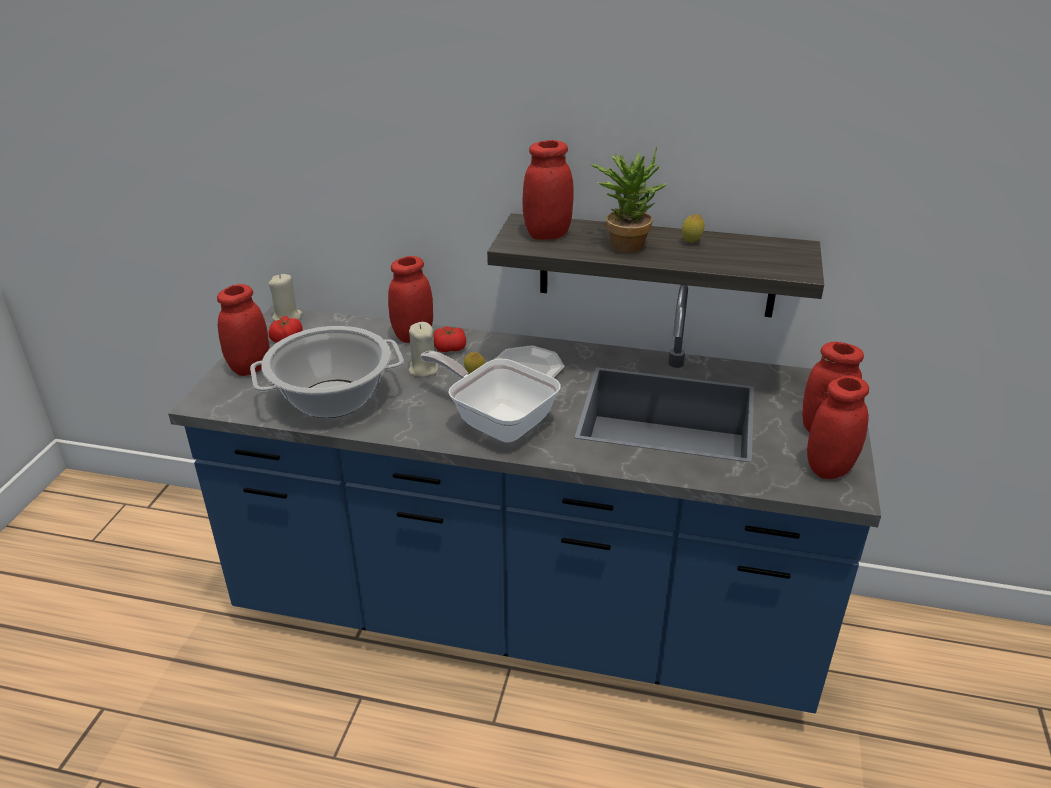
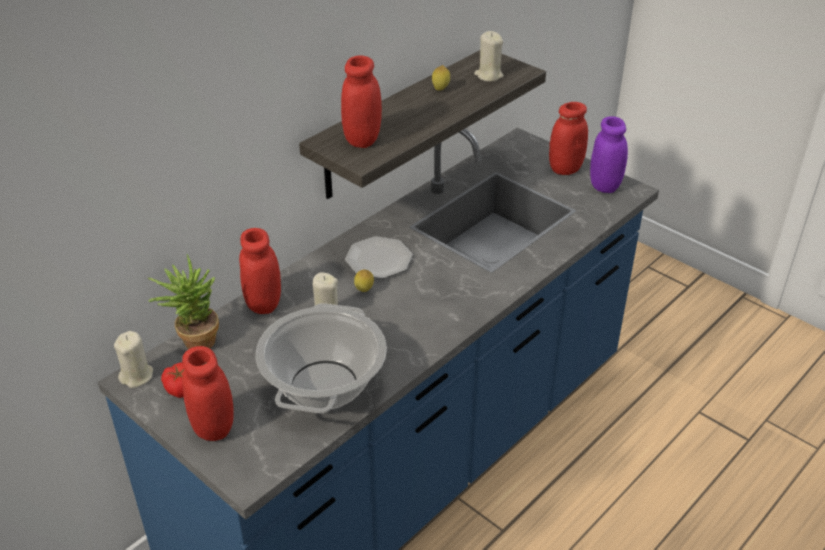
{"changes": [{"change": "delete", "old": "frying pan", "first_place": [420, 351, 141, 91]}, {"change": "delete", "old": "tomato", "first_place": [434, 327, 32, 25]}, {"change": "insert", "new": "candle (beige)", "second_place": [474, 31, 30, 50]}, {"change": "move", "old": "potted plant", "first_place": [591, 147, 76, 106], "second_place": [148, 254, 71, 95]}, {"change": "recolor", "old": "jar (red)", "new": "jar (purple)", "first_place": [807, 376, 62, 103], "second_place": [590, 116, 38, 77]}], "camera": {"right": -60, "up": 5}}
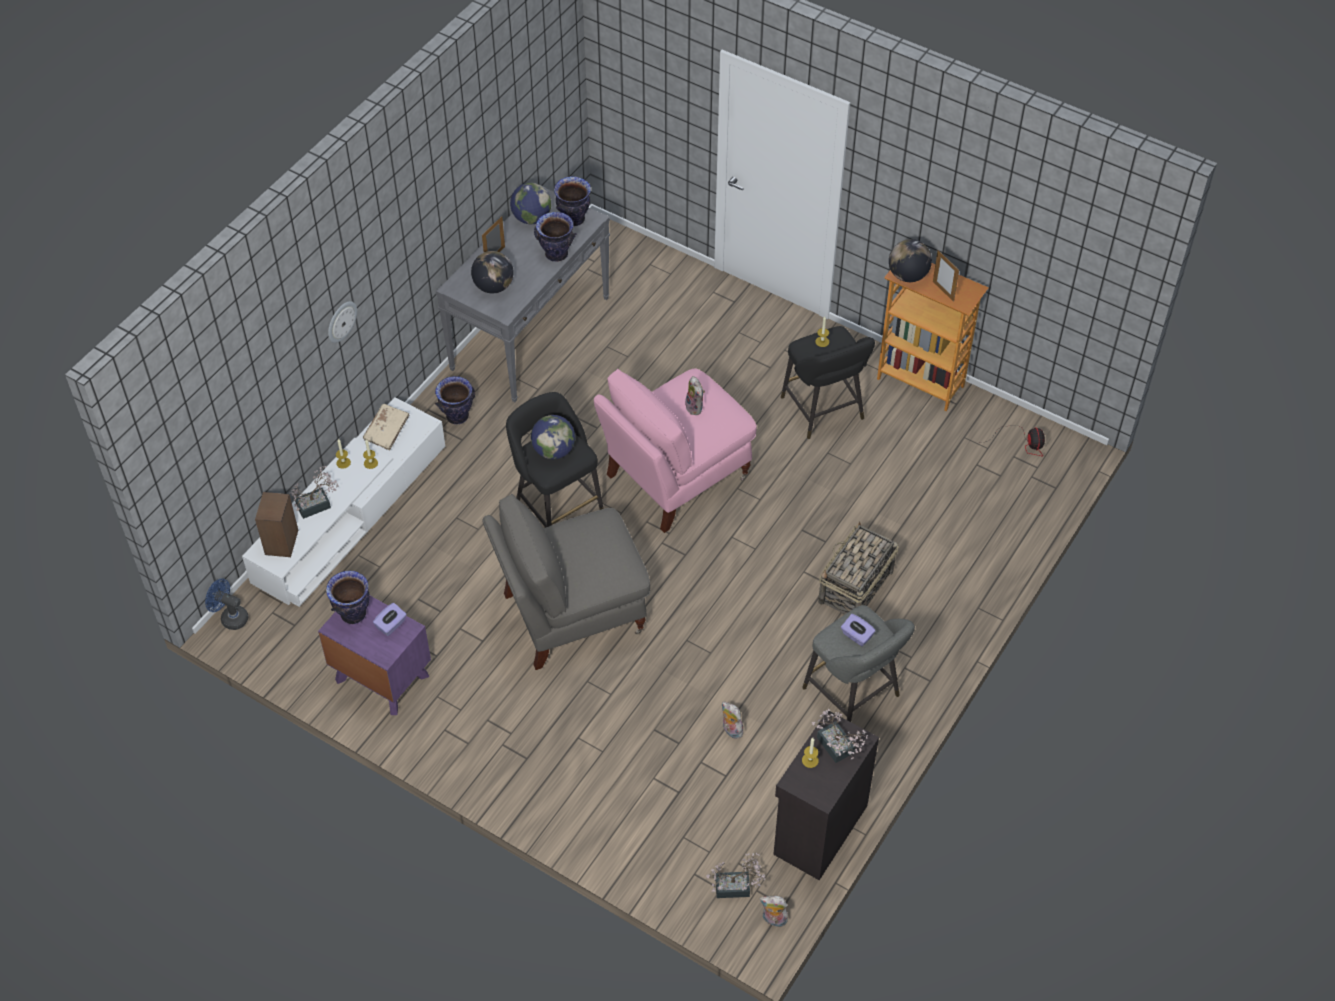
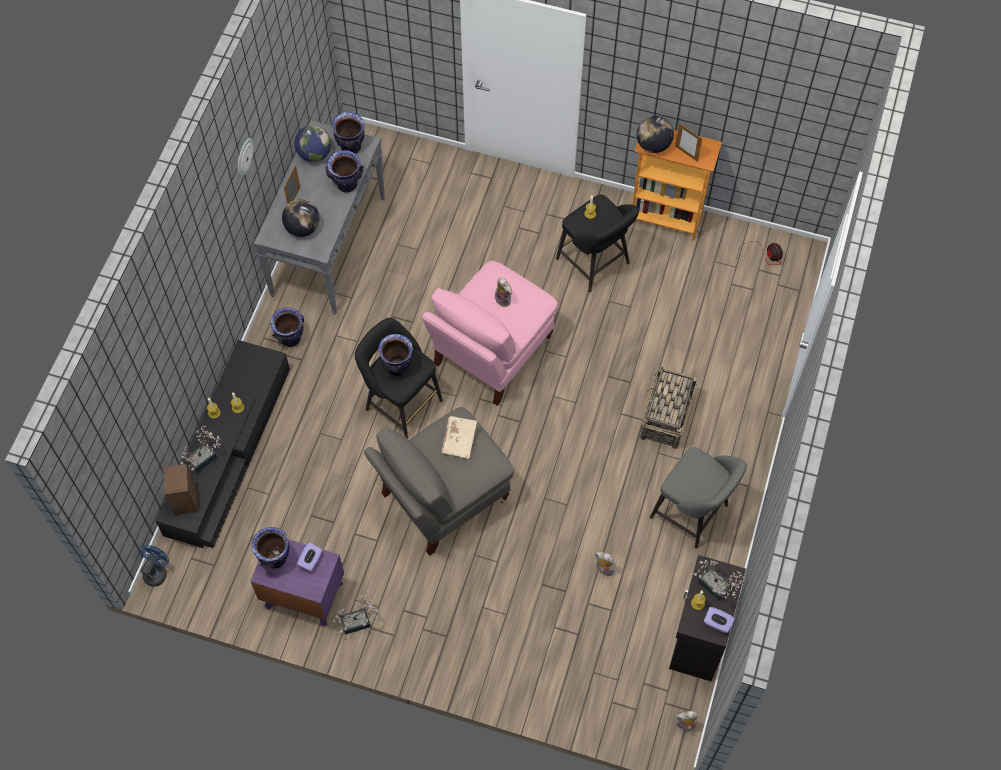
{"changes": [{"change": "move", "old": "wall clock", "first_place": [328, 301, 29, 42], "second_place": [237, 138, 17, 39]}, {"change": "move", "old": "book (beige)", "first_place": [363, 404, 46, 46], "second_place": [441, 416, 37, 43]}, {"change": "move", "old": "potted plant", "first_place": [706, 853, 59, 45], "second_place": [333, 594, 47, 41]}, {"change": "move", "old": "tissue box (purple)", "first_place": [841, 614, 35, 32], "second_place": [704, 607, 31, 26]}, {"change": "replace", "old": "globe", "new": "vase", "first_place": [531, 415, 44, 44], "second_place": [378, 334, 35, 42]}, {"change": "recolor", "old": "tv stand (white)", "new": "tv stand (black)", "first_place": [242, 397, 203, 210], "second_place": [155, 340, 135, 208]}, {"change": "rotate", "old": "fan (blue)", "first_place": [205, 578, 44, 52], "second_place": [141, 545, 28, 42], "degrees": 105}], "camera": {"right": -15, "up": 10}}
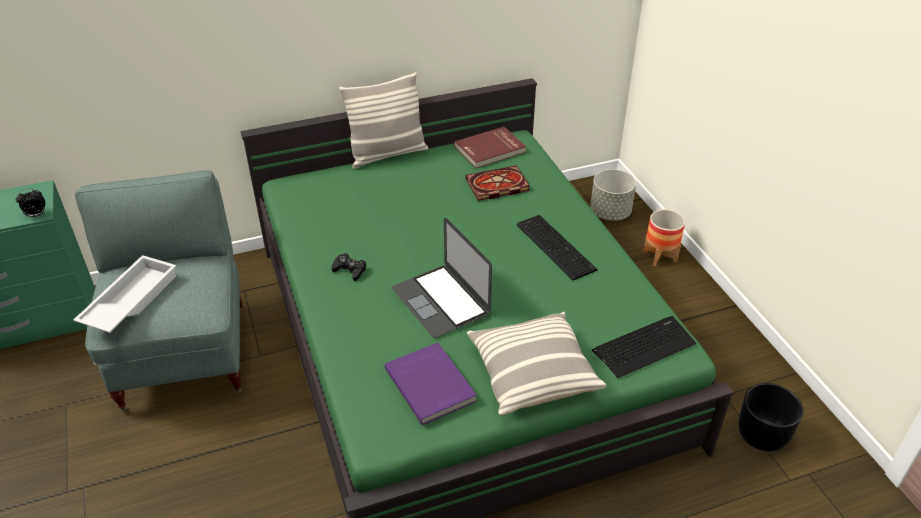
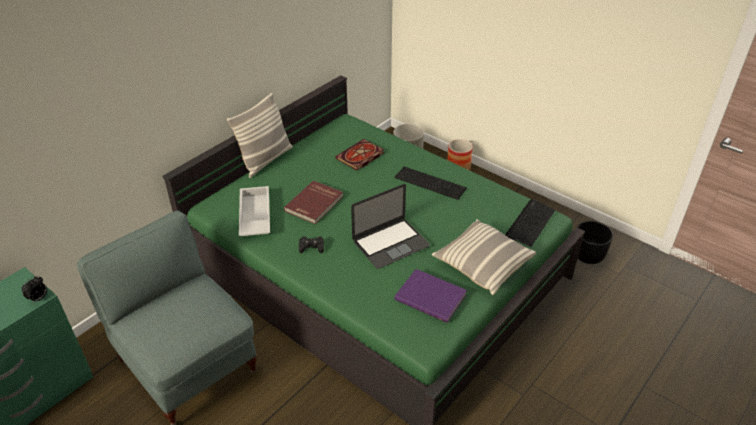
{"changes": [{"change": "move", "old": "tray (white)", "first_place": [73, 255, 103, 78], "second_place": [239, 186, 31, 50]}, {"change": "move", "old": "book (red)", "first_place": [454, 127, 72, 41], "second_place": [284, 180, 59, 44]}, {"change": "rotate", "old": "laptop", "first_place": [392, 218, 100, 120], "second_place": [351, 184, 79, 85], "degrees": -60}], "camera": {"right": -30, "up": 0}}
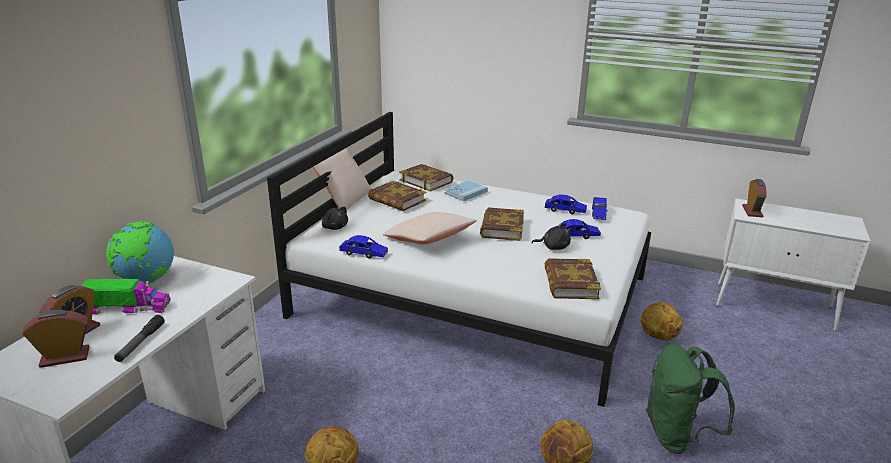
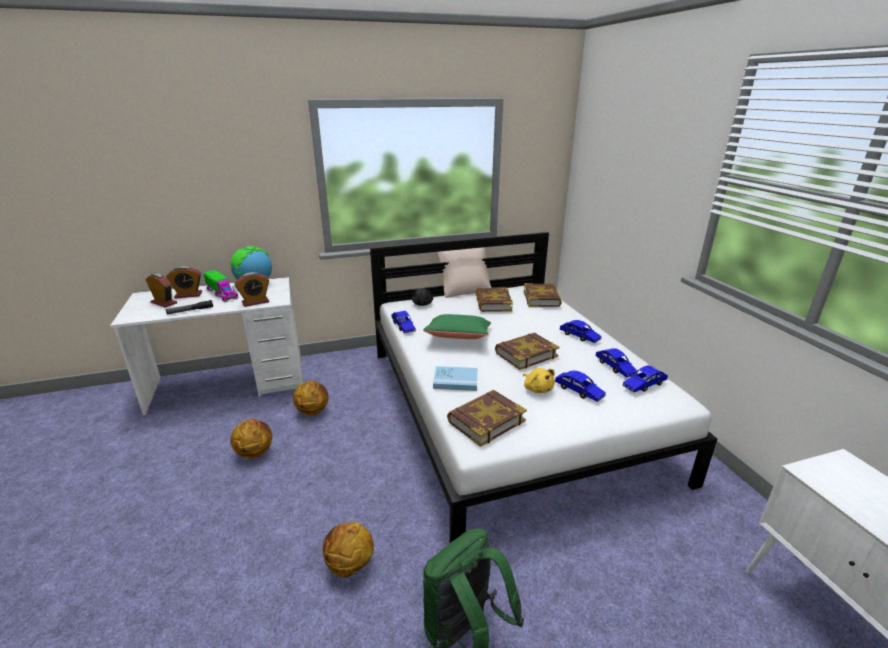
{"changes": [{"change": "insert", "new": "toy car (blue)", "second_place": [560, 320, 41, 23]}, {"change": "move", "old": "book (blue)", "first_place": [444, 180, 44, 21], "second_place": [433, 366, 45, 25]}, {"change": "move", "old": "basketball", "first_place": [641, 302, 41, 39], "second_place": [293, 381, 36, 34]}, {"change": "move", "old": "alarm clock", "first_place": [742, 179, 25, 38], "second_place": [234, 272, 35, 35]}, {"change": "recolor", "old": "pillow (beige)", "new": "pillow (green)", "first_place": [383, 212, 94, 33], "second_place": [423, 314, 68, 25]}, {"change": "recolor", "old": "plush toy (black)", "new": "plush toy (yellow)", "first_place": [531, 223, 40, 27], "second_place": [523, 368, 32, 25]}], "camera": {"right": 50, "up": 0}}
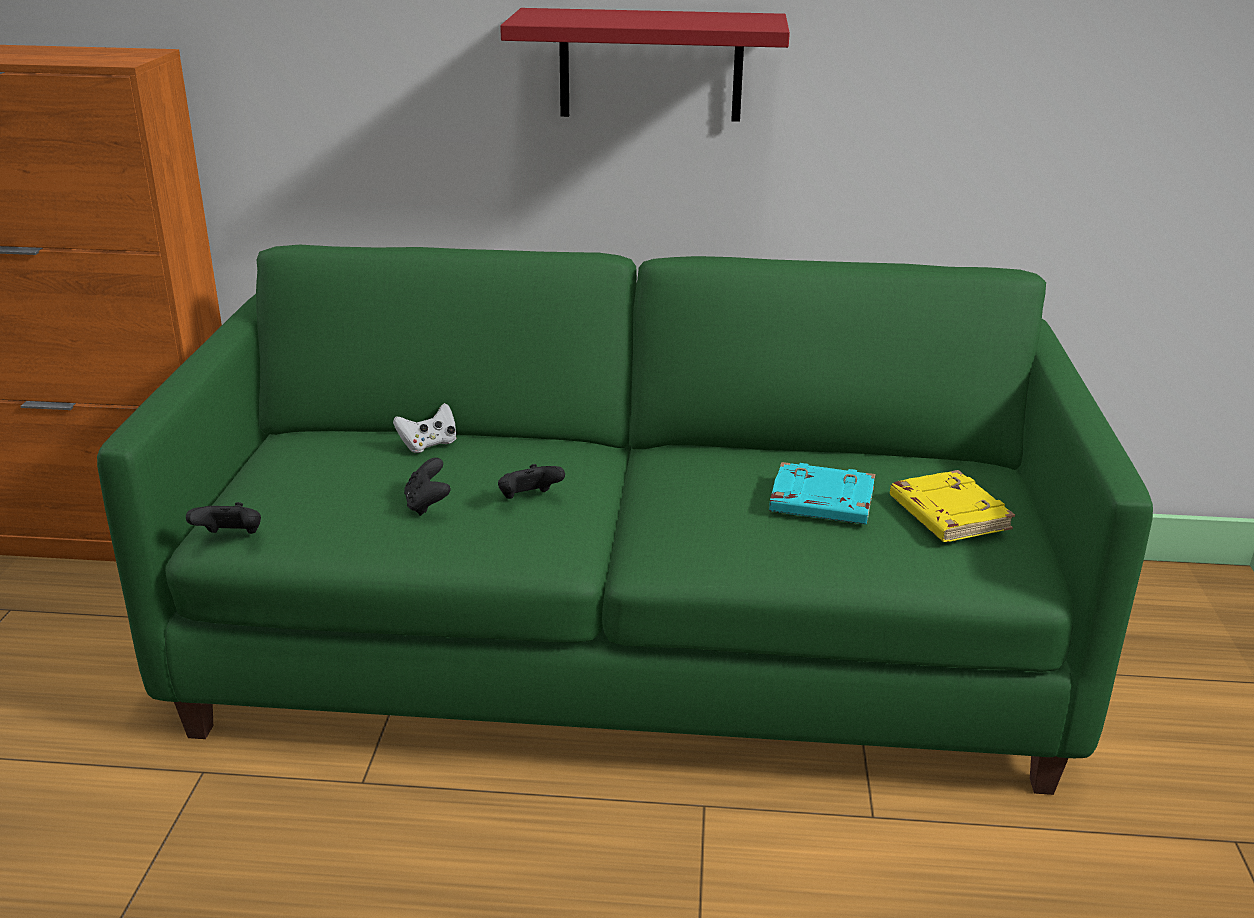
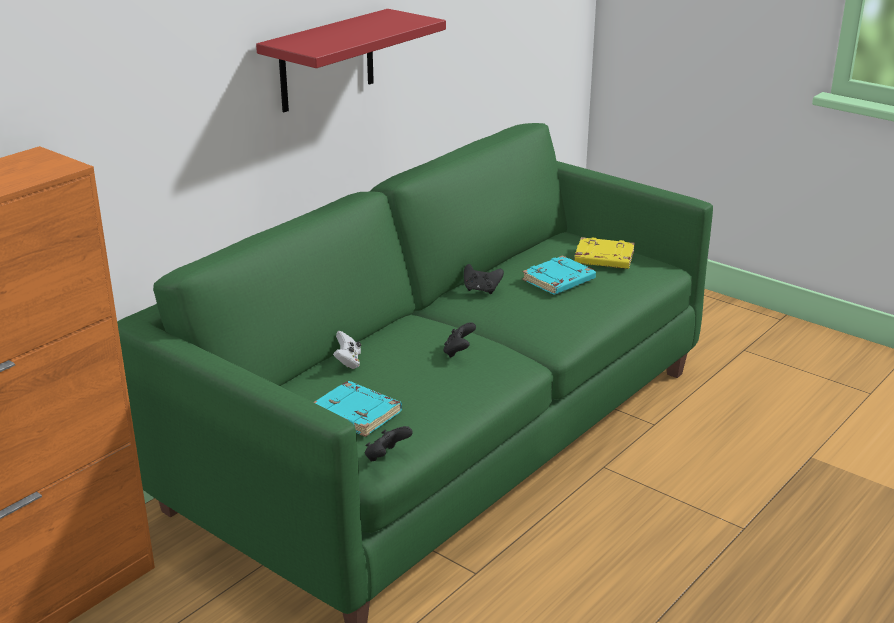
{"changes": [{"change": "insert", "new": "book (turquoise)", "second_place": [313, 381, 89, 56]}, {"change": "move", "old": "game controller (black)", "first_place": [404, 458, 47, 58], "second_place": [464, 264, 40, 30]}], "camera": {"right": -55, "up": 0}}
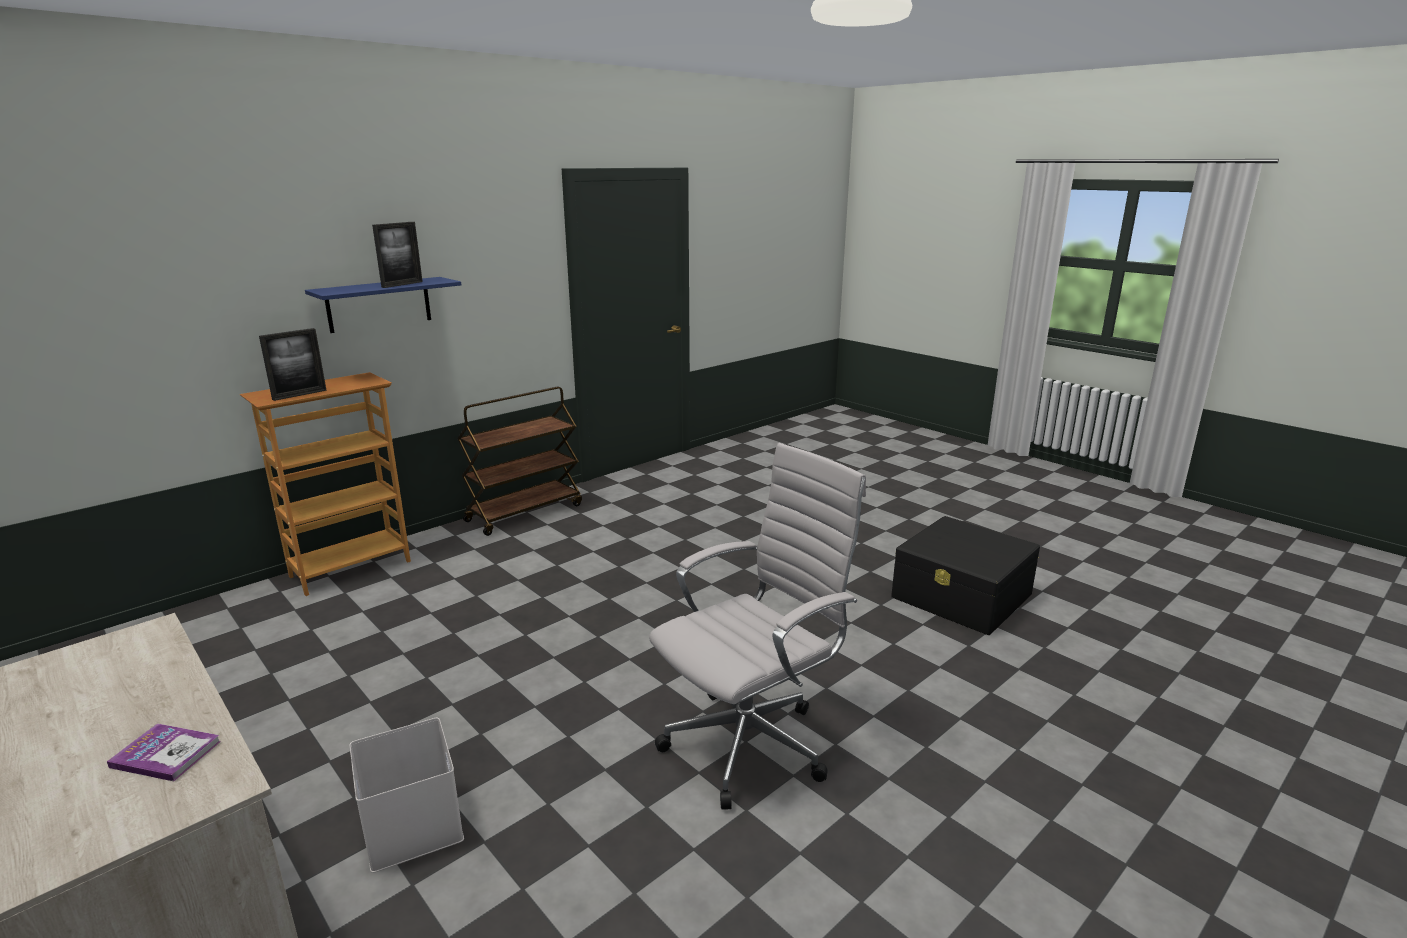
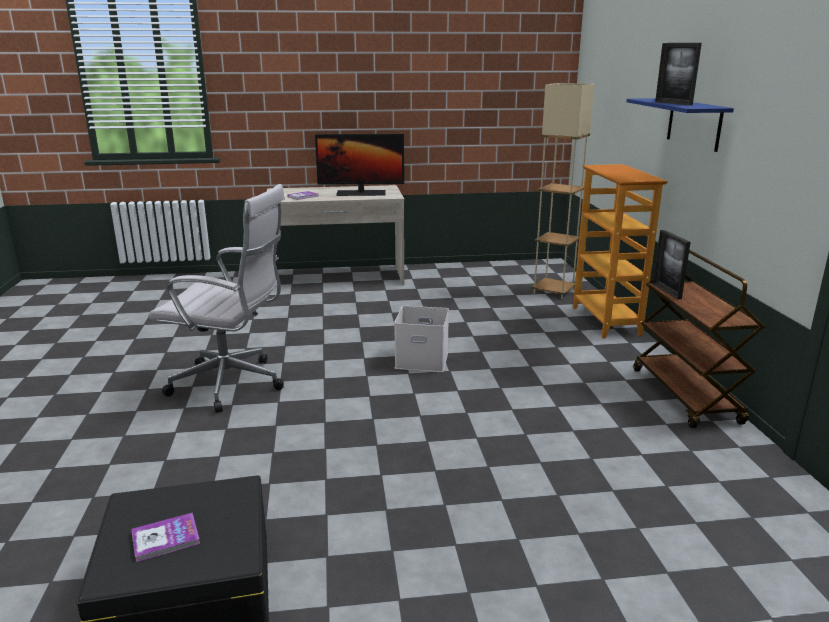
{"changes": [{"change": "insert", "new": "book", "second_place": [131, 513, 69, 49]}, {"change": "insert", "new": "monitor", "second_place": [315, 134, 89, 62]}, {"change": "insert", "new": "floor lamp (beige)", "second_place": [531, 83, 64, 216]}, {"change": "move", "old": "picture frame", "first_place": [259, 328, 68, 73], "second_place": [653, 230, 38, 70]}, {"change": "move", "old": "storage box (white)", "first_place": [350, 718, 114, 155], "second_place": [394, 306, 55, 66]}, {"change": "rotate", "old": "office chair (white)", "first_place": [649, 443, 217, 367], "second_place": [148, 184, 137, 229], "degrees": -75}], "camera": {"right": 125, "up": 0}}
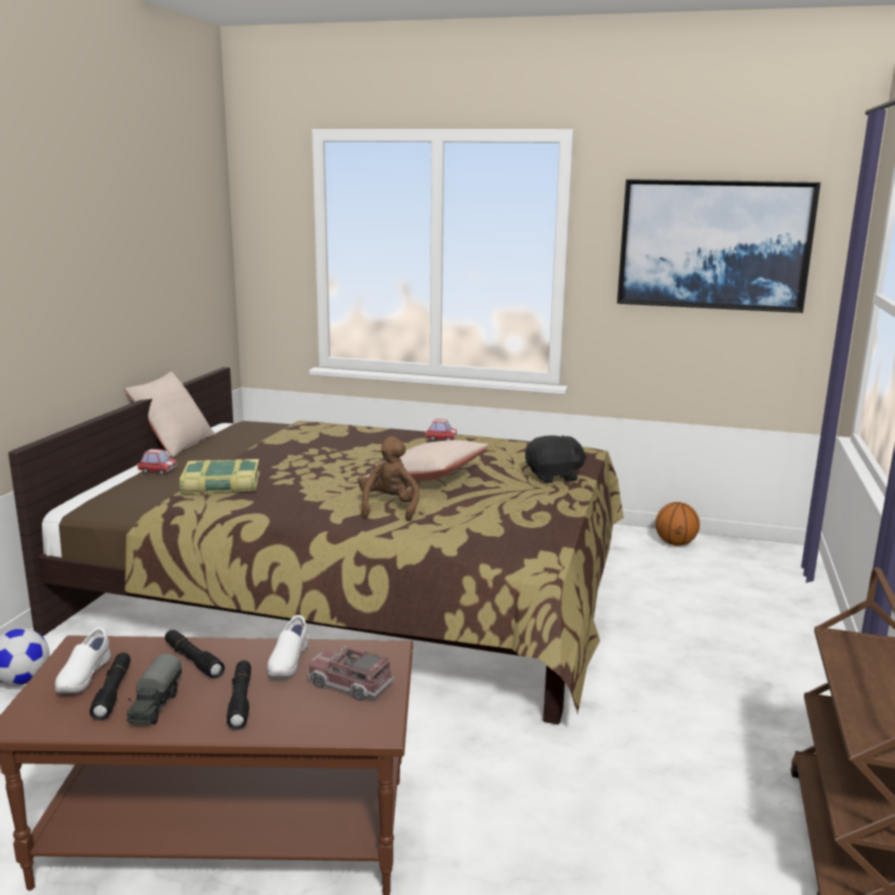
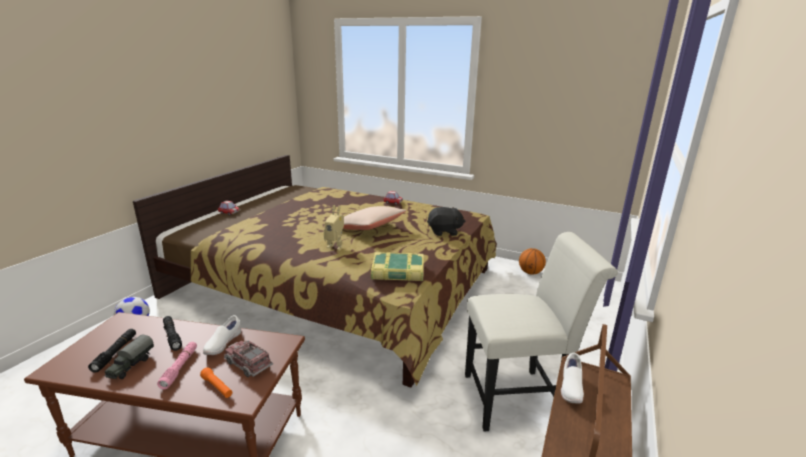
{"changes": [{"change": "delete", "old": "pillow (beige)", "first_place": [125, 371, 91, 86]}, {"change": "delete", "old": "picture", "first_place": [617, 179, 204, 134]}, {"change": "insert", "new": "flashlight (orange)", "second_place": [200, 367, 32, 31]}, {"change": "insert", "new": "chair (white)", "second_place": [465, 232, 153, 199]}, {"change": "move", "old": "shoe (white)", "first_place": [55, 627, 56, 67], "second_place": [561, 353, 23, 51]}, {"change": "move", "old": "book", "first_place": [180, 459, 80, 35], "second_place": [371, 252, 53, 29]}, {"change": "replace", "old": "plush toy (brown)", "new": "toy robot", "first_place": [359, 436, 61, 85], "second_place": [324, 205, 20, 45]}, {"change": "recolor", "old": "flashlight (black)", "new": "flashlight (pink)", "first_place": [227, 660, 24, 70], "second_place": [157, 342, 40, 47]}], "camera": {"right": 10, "up": 5}}
